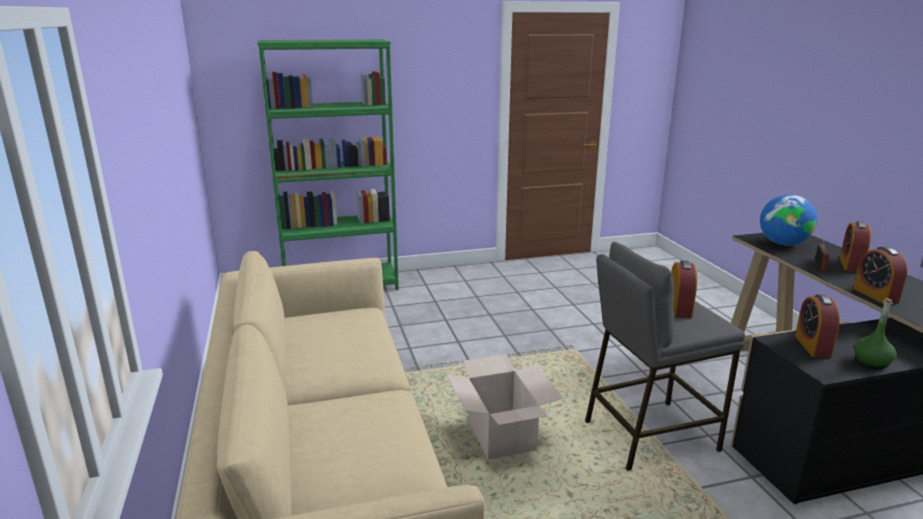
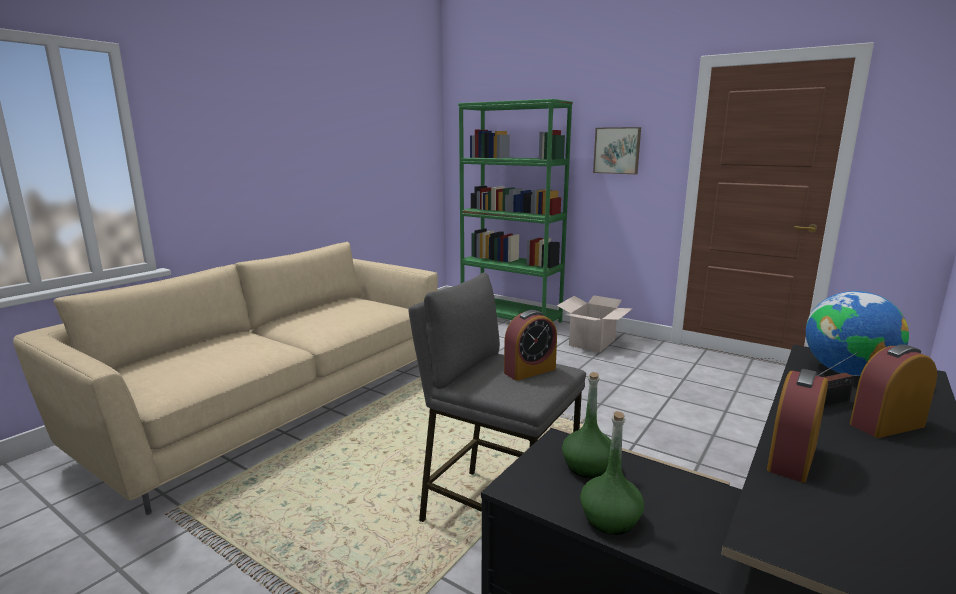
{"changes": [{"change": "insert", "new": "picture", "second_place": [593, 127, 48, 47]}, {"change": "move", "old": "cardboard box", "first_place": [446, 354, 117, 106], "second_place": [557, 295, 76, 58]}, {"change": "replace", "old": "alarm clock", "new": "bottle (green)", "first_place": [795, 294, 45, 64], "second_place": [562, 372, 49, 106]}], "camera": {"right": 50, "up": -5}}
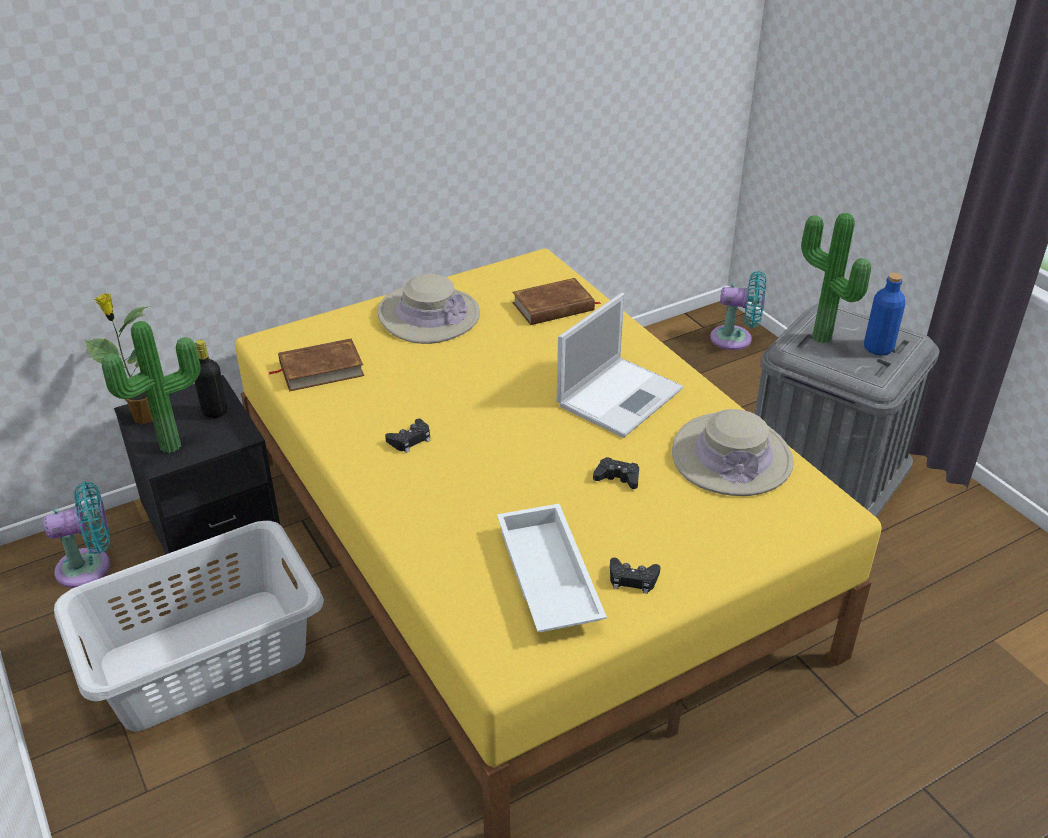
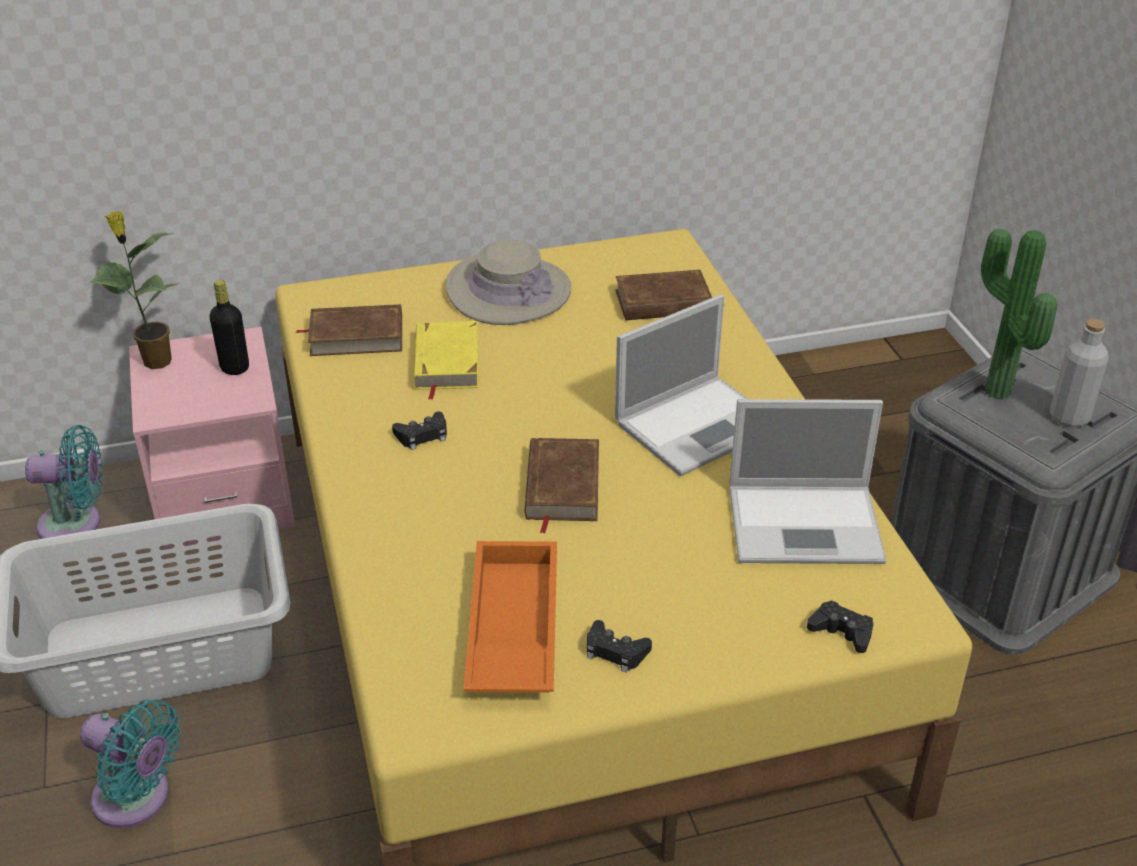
{"changes": [{"change": "delete", "old": "potted plant", "first_place": [101, 321, 100, 132]}, {"change": "insert", "new": "book (yellow)", "second_place": [413, 321, 66, 79]}, {"change": "insert", "new": "book (brown)", "second_place": [525, 438, 74, 96]}, {"change": "move", "old": "game controller (black)", "first_place": [593, 457, 46, 32], "second_place": [807, 600, 66, 53]}, {"change": "move", "old": "fan (turquoise)", "first_place": [710, 271, 56, 79], "second_place": [80, 699, 101, 129]}, {"change": "replace", "old": "hat (beige)", "new": "laptop", "first_place": [672, 409, 122, 87], "second_place": [729, 399, 157, 165]}, {"change": "recolor", "old": "nightstand (black)", "new": "nightstand (pink)", "first_place": [114, 375, 166, 179], "second_place": [129, 327, 166, 223]}, {"change": "recolor", "old": "tray (white)", "new": "tray (orange)", "first_place": [497, 504, 110, 128], "second_place": [463, 541, 94, 152]}, {"change": "recolor", "old": "bottle (blue)", "new": "bottle (grey)", "first_place": [864, 273, 41, 83], "second_place": [1050, 319, 59, 108]}], "camera": {"right": 15, "up": 0}}
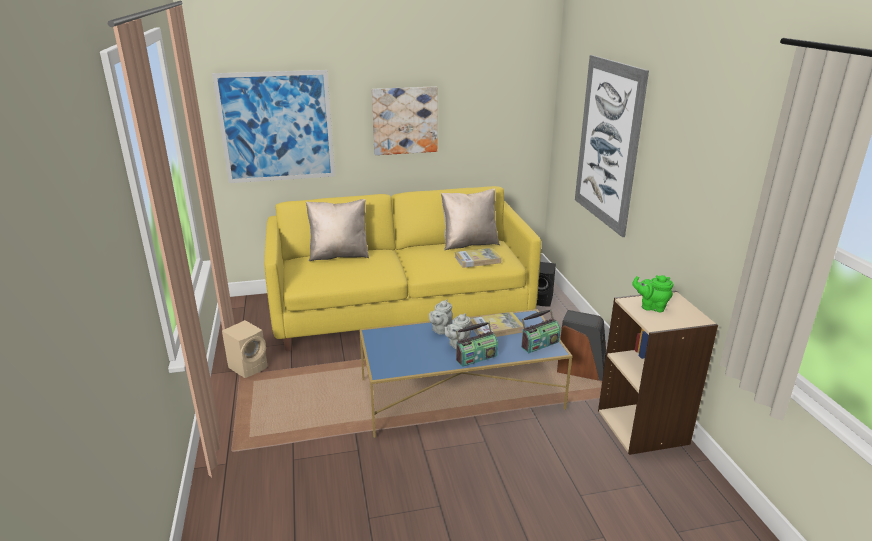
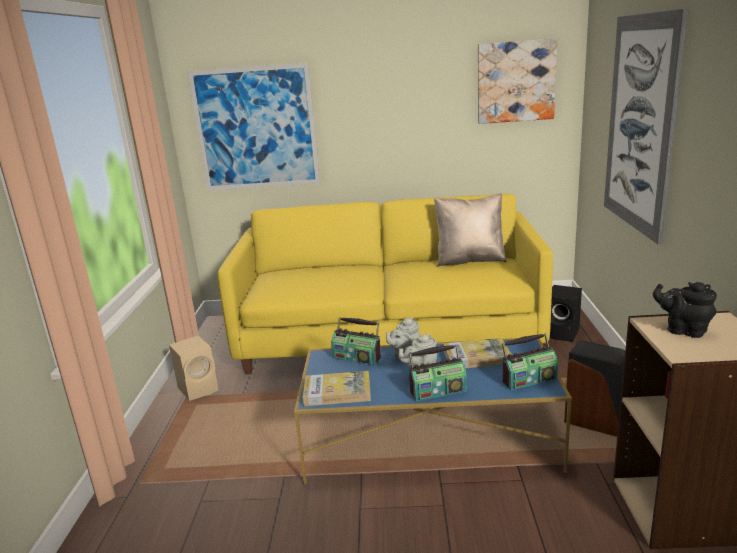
{"changes": [{"change": "delete", "old": "pillow (beige)", "first_place": [306, 199, 63, 62]}, {"change": "insert", "new": "radio", "second_place": [331, 317, 50, 49]}, {"change": "move", "old": "picture", "first_place": [371, 86, 66, 69], "second_place": [478, 38, 79, 86]}, {"change": "move", "old": "book", "first_place": [455, 248, 46, 20], "second_place": [303, 371, 68, 35]}, {"change": "recolor", "old": "teapot (green)", "new": "teapot (black)", "first_place": [632, 275, 41, 37], "second_place": [653, 282, 64, 56]}], "camera": {"right": 15, "up": -5}}
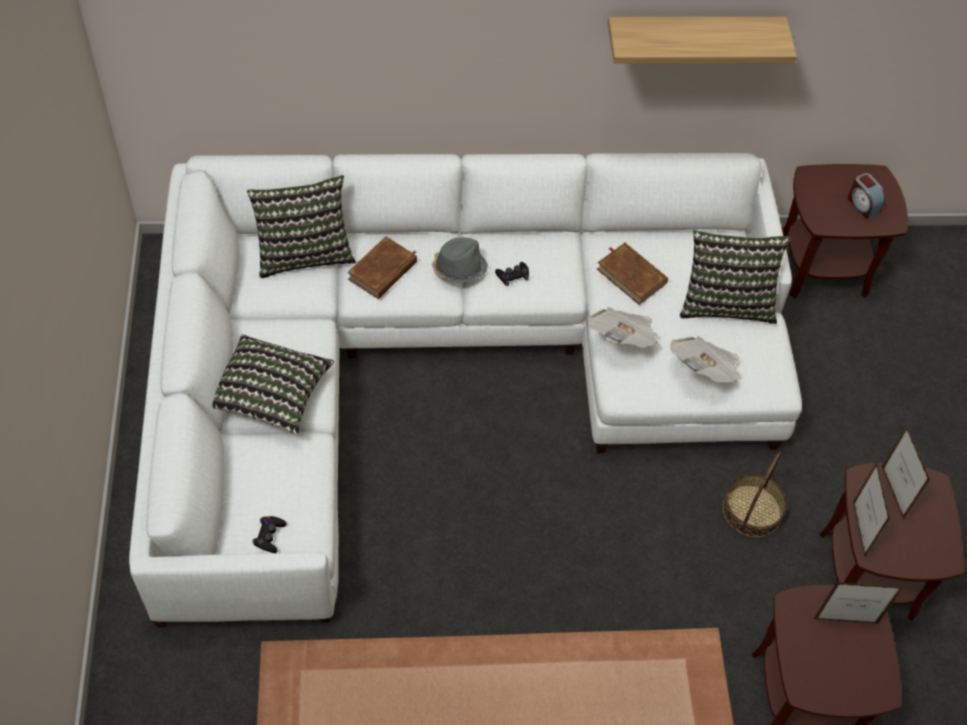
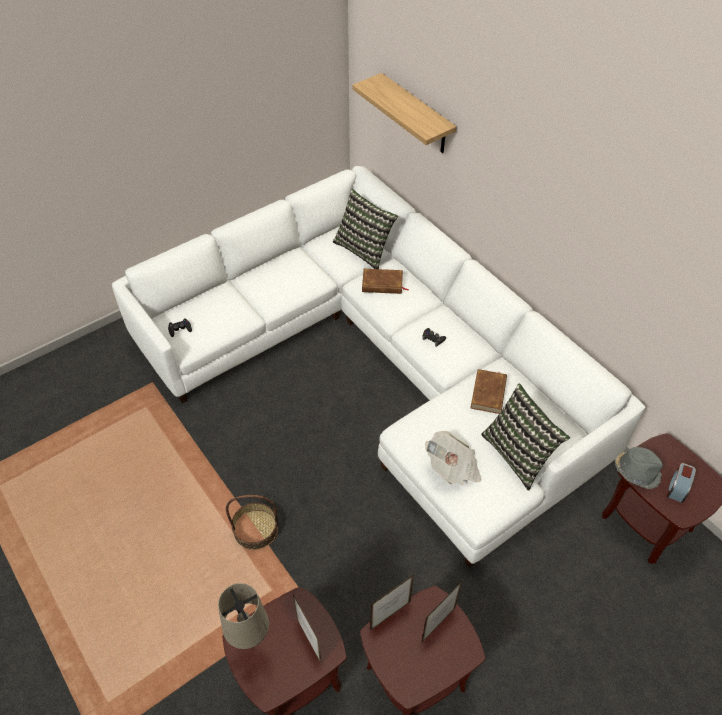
{"changes": [{"change": "delete", "old": "pillow", "first_place": [213, 334, 121, 101]}, {"change": "delete", "old": "newspaper", "first_place": [587, 307, 71, 41]}, {"change": "insert", "new": "table lamp (beige)", "second_place": [218, 583, 51, 67]}, {"change": "move", "old": "hat (grey)", "first_place": [433, 237, 55, 46], "second_place": [615, 447, 48, 42]}, {"change": "move", "old": "shelf", "first_place": [608, 17, 189, 47], "second_place": [352, 73, 105, 80]}, {"change": "move", "old": "basket", "first_place": [722, 451, 65, 87], "second_place": [226, 495, 52, 55]}], "camera": {"right": 60, "up": -5}}
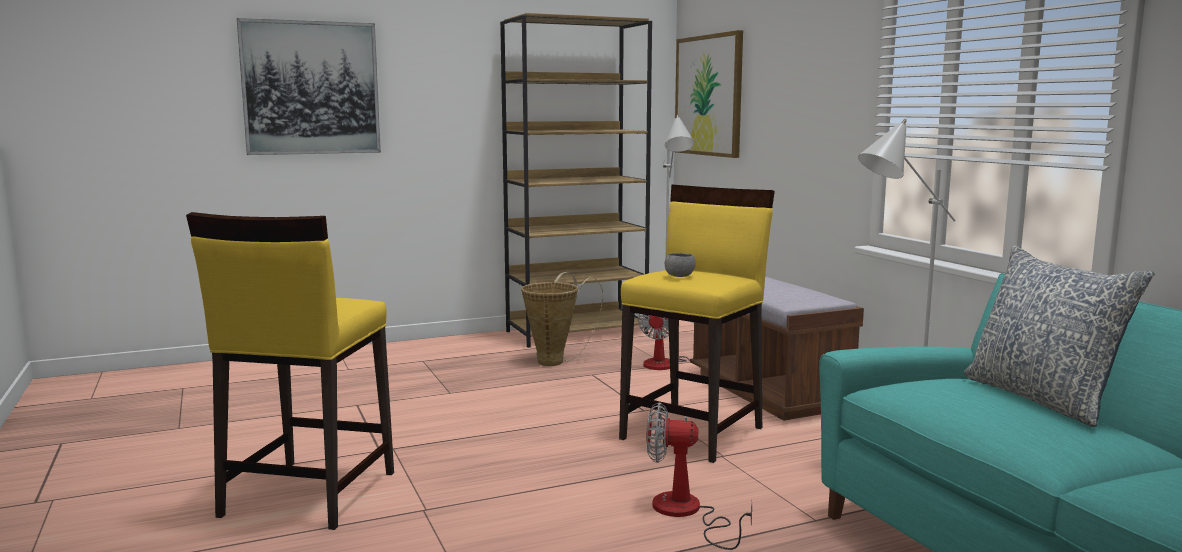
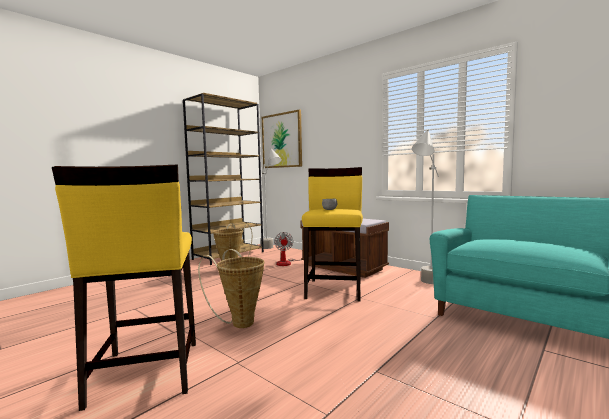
{"changes": [{"change": "delete", "old": "picture", "first_place": [237, 18, 144, 137]}, {"change": "delete", "old": "fan", "first_place": [647, 402, 105, 148]}, {"change": "delete", "old": "pillow", "first_place": [964, 245, 190, 182]}, {"change": "insert", "new": "basket", "second_place": [198, 249, 66, 79]}], "camera": {"right": -25, "up": -5}}
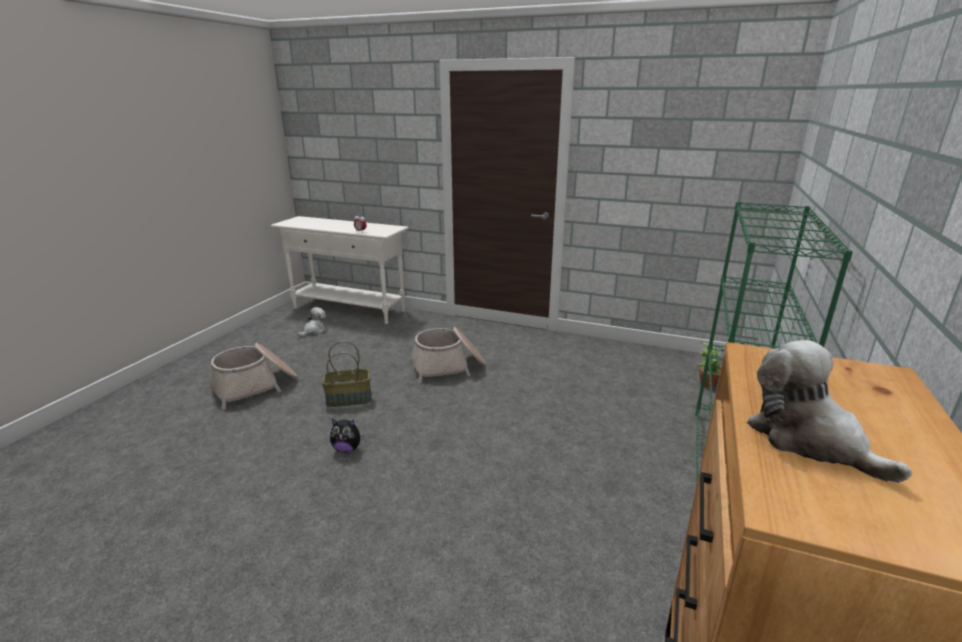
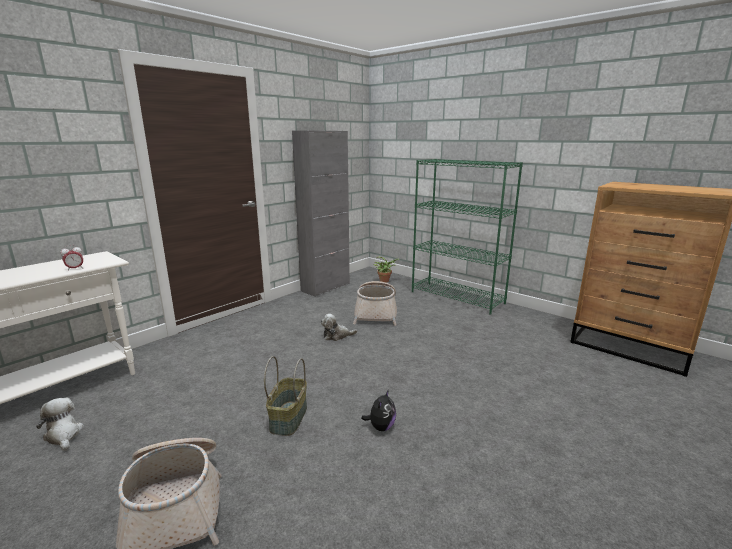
{"changes": [{"change": "insert", "new": "cabinet (grey)", "second_place": [292, 130, 58, 167]}, {"change": "move", "old": "basket", "first_place": [410, 327, 76, 56], "second_place": [353, 281, 44, 45]}, {"change": "move", "old": "plush toy", "first_place": [747, 340, 165, 143], "second_place": [321, 314, 37, 27]}], "camera": {"right": -70, "up": -5}}
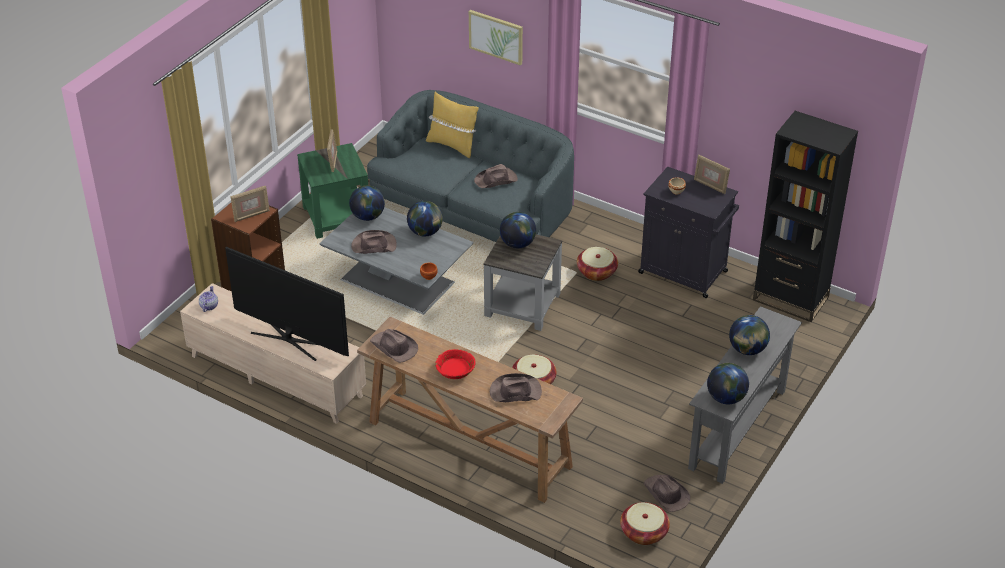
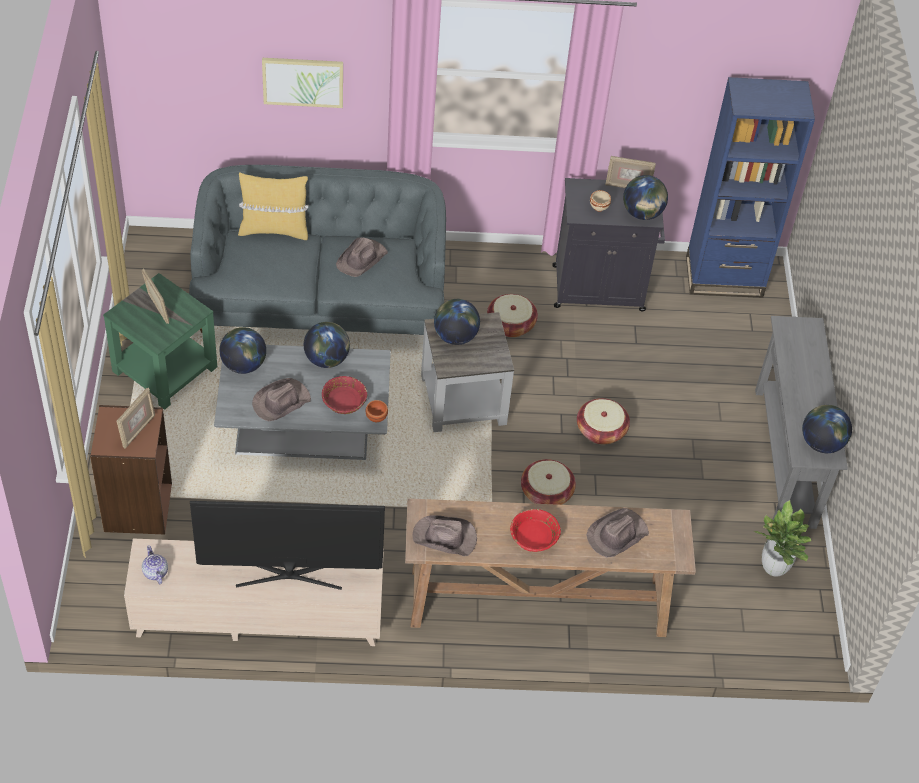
{"changes": [{"change": "insert", "new": "bowl (red)", "second_place": [322, 376, 45, 38]}, {"change": "move", "old": "basket", "first_place": [620, 502, 50, 43], "second_place": [577, 398, 53, 47]}, {"change": "move", "old": "globe", "first_place": [729, 315, 41, 40], "second_place": [623, 175, 45, 45]}, {"change": "replace", "old": "hat (brown)", "new": "potted plant", "first_place": [643, 475, 47, 37], "second_place": [752, 500, 59, 77]}, {"change": "recolor", "old": "bookcase (black)", "new": "bookcase (blue)", "first_place": [753, 111, 105, 211], "second_place": [686, 77, 129, 221]}], "camera": {"right": -35, "up": 10}}
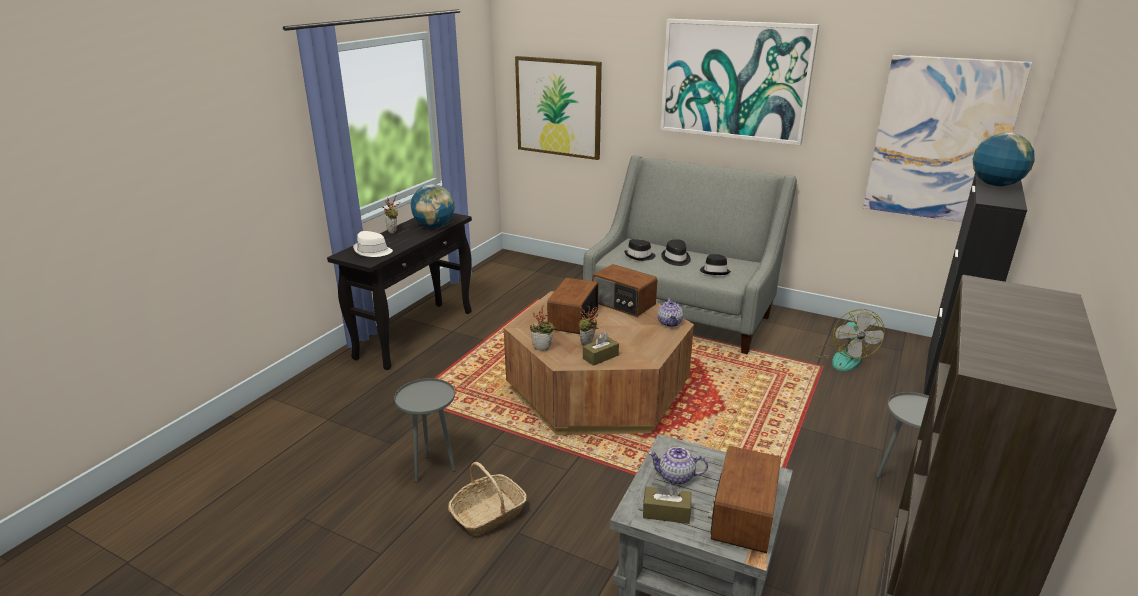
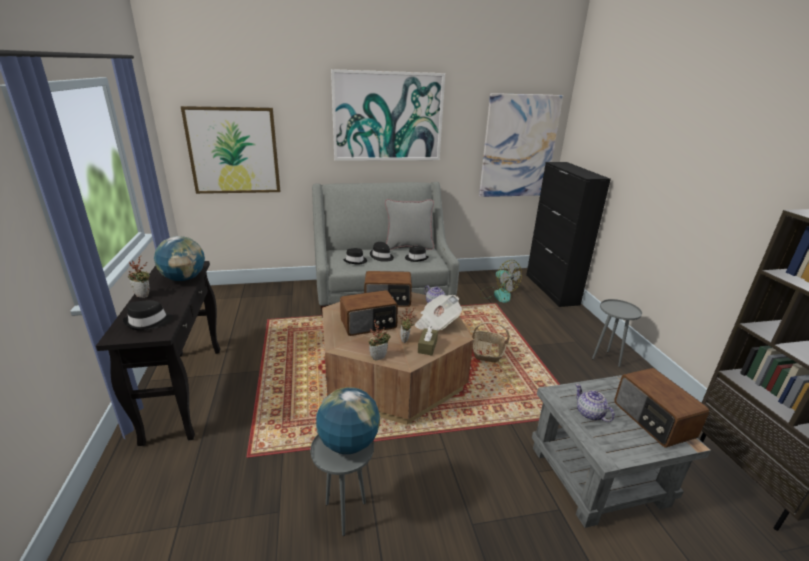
{"changes": [{"change": "delete", "old": "tissue box (brown)", "first_place": [643, 483, 48, 41]}, {"change": "insert", "new": "pillow (grey)", "second_place": [385, 199, 49, 51]}, {"change": "insert", "new": "newspaper", "second_place": [415, 295, 47, 35]}, {"change": "move", "old": "basket", "first_place": [448, 462, 79, 74], "second_place": [472, 322, 38, 41]}, {"change": "move", "old": "globe", "first_place": [973, 132, 62, 54], "second_place": [316, 387, 64, 67]}, {"change": "recolor", "old": "hat (white)", "new": "hat (black)", "first_place": [353, 231, 40, 26], "second_place": [123, 301, 50, 30]}, {"change": "rotate", "old": "radio", "first_place": [546, 278, 53, 56], "second_place": [340, 290, 58, 46], "degrees": -90}, {"change": "rotate", "old": "teapot", "first_place": [648, 447, 60, 38], "second_place": [575, 384, 40, 38], "degrees": 90}], "camera": {"right": -40, "up": 0}}
